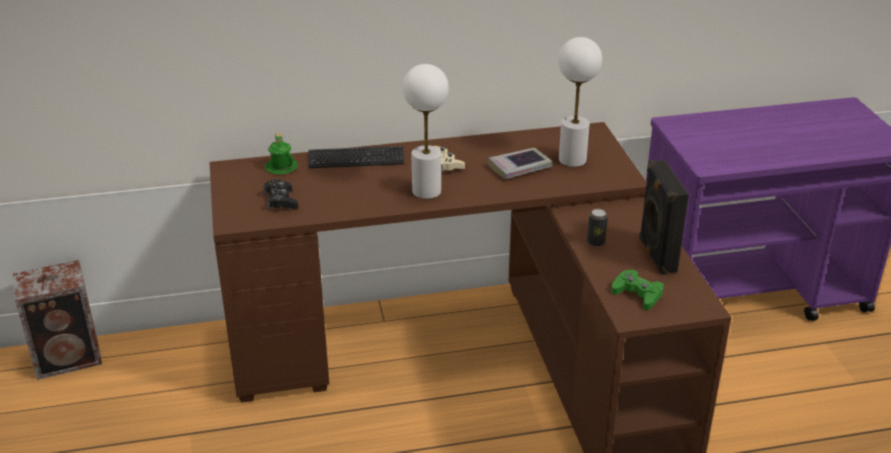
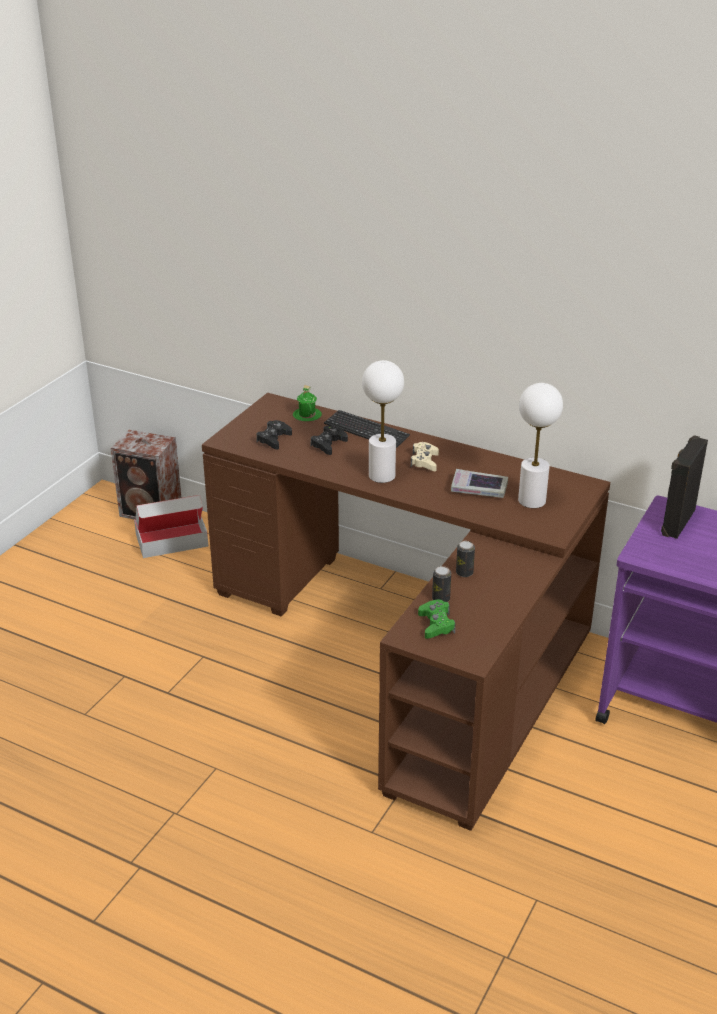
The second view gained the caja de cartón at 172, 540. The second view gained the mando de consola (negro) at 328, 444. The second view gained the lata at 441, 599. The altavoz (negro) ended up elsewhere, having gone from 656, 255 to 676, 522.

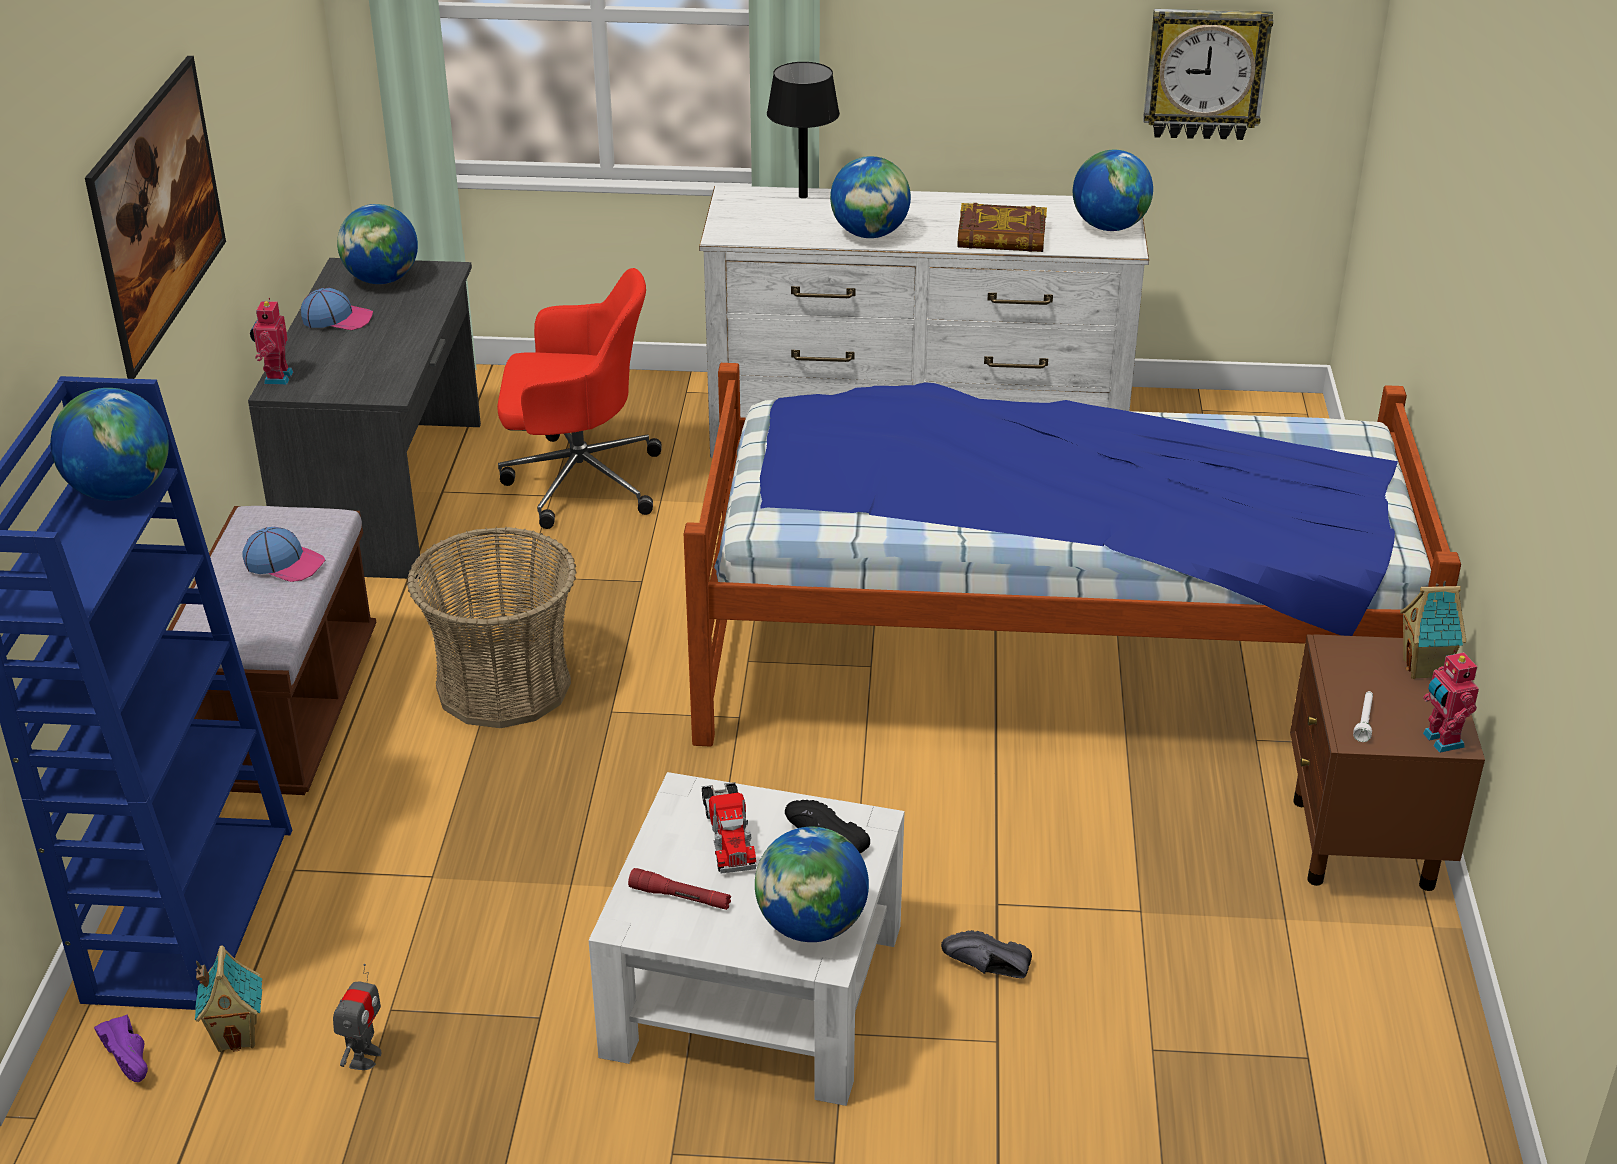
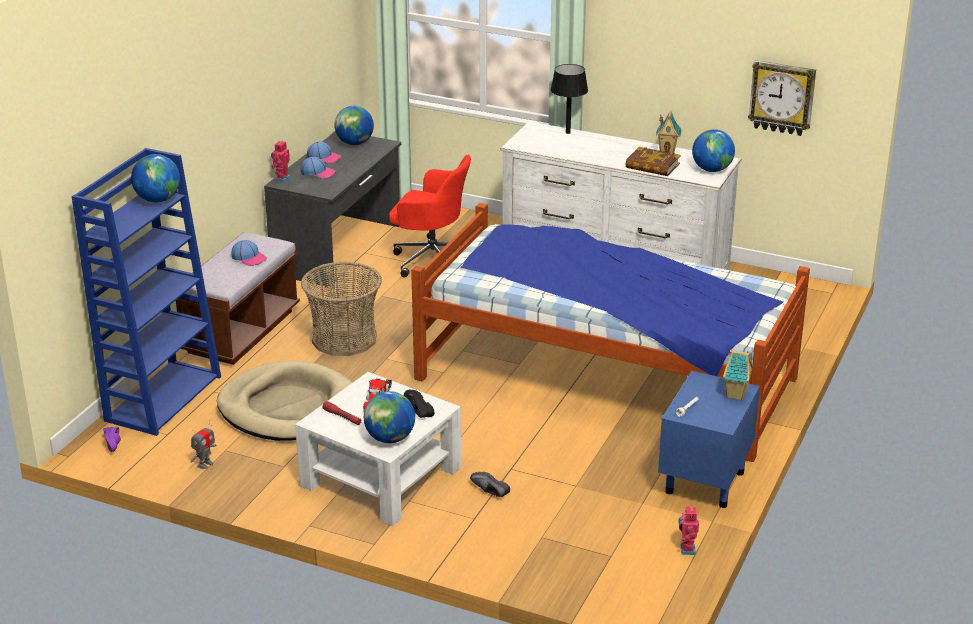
The second view gained the cama para perro (beis) at 288, 407. The second view gained the gorra at 318, 172. The casita ended up elsewhere, having gone from 238, 1035 to 667, 151. What was the mesita de noche (marrón) at 1363, 845 turned into the mesita de noche (azul) at 704, 483. The robot de juguete ended up elsewhere, having gone from 1440, 741 to 686, 549. The second view lost the cuadro at 167, 260. The second view lost the globo terráqueo at 870, 234.

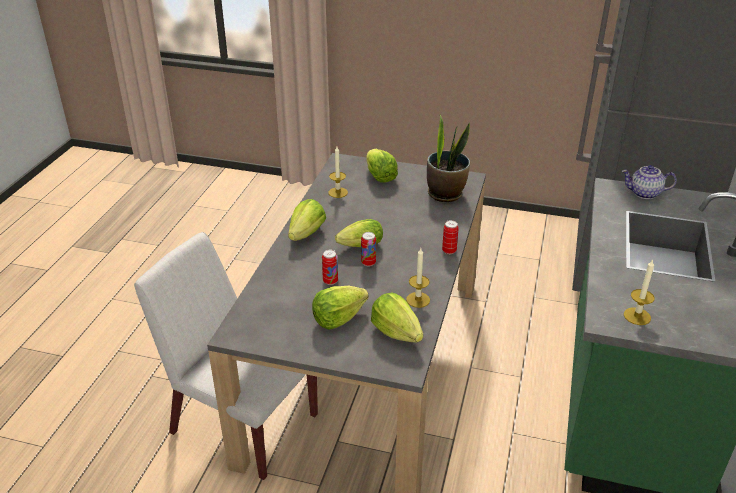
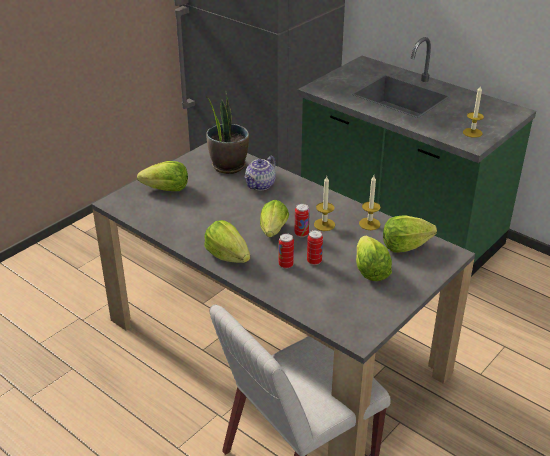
The tetera ended up elsewhere, having gone from 644, 194 to 261, 185. The lata ended up elsewhere, having gone from 449, 251 to 286, 265. The vela ended up elsewhere, having gone from 338, 192 to 324, 224.

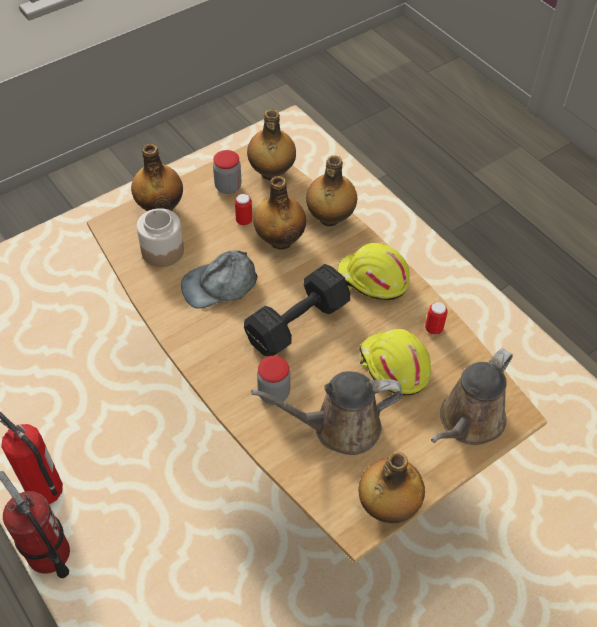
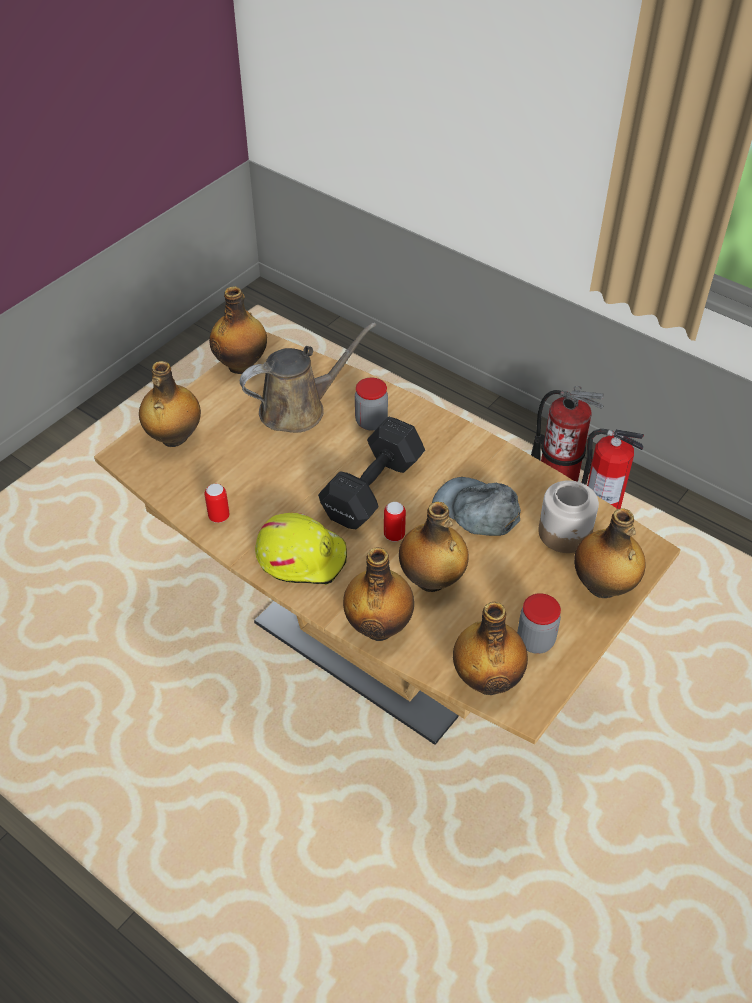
Where the regadera (marrón) stood at 468, 422, the botella came to stand at 173, 438. The lata ended up elsewhere, having gone from 244, 221 to 394, 535. The gorra (gris) at 220, 284 ended up facing another way, 105 degrees counterclockwise from before. The second view lost the casco (amarillo) at 393, 366.

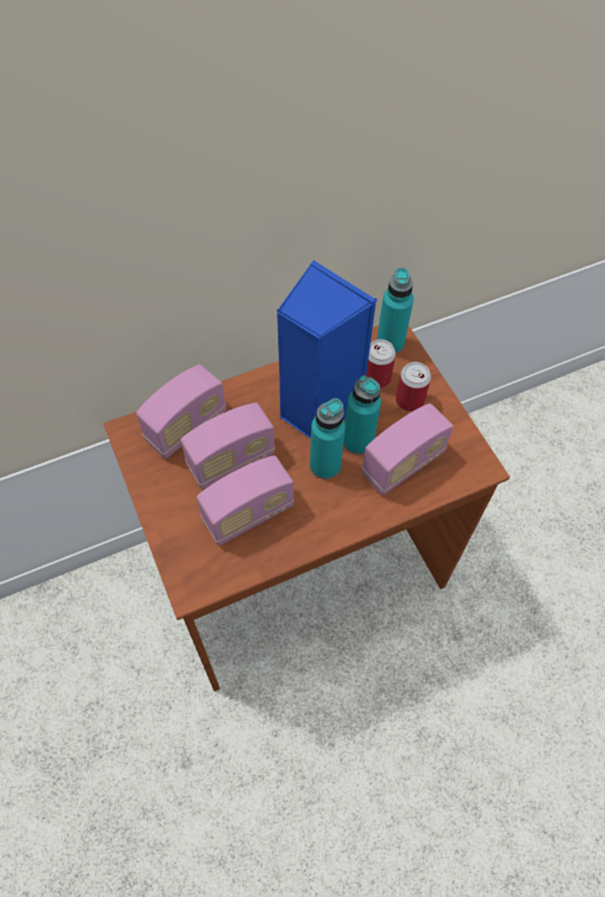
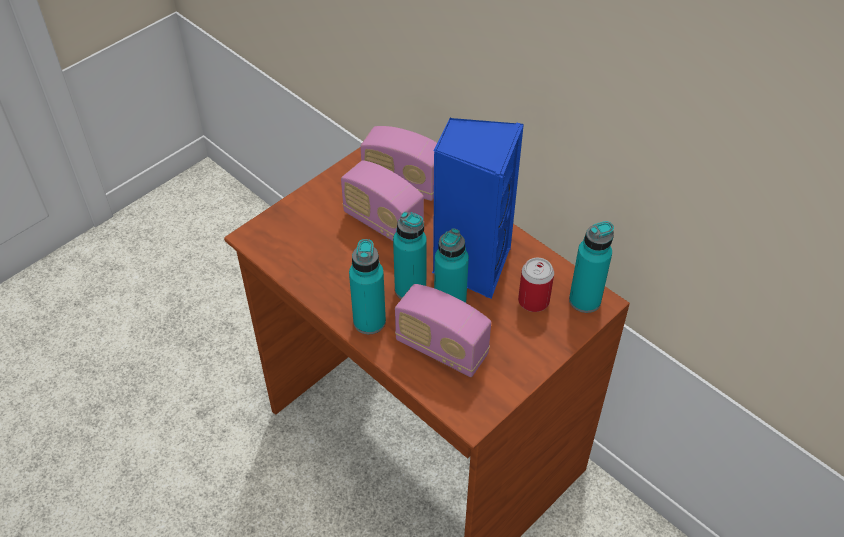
The second view gained the botella (turquesa) at 369, 321. The second view lost the radio at 248, 514. The second view lost the lata at 409, 400.

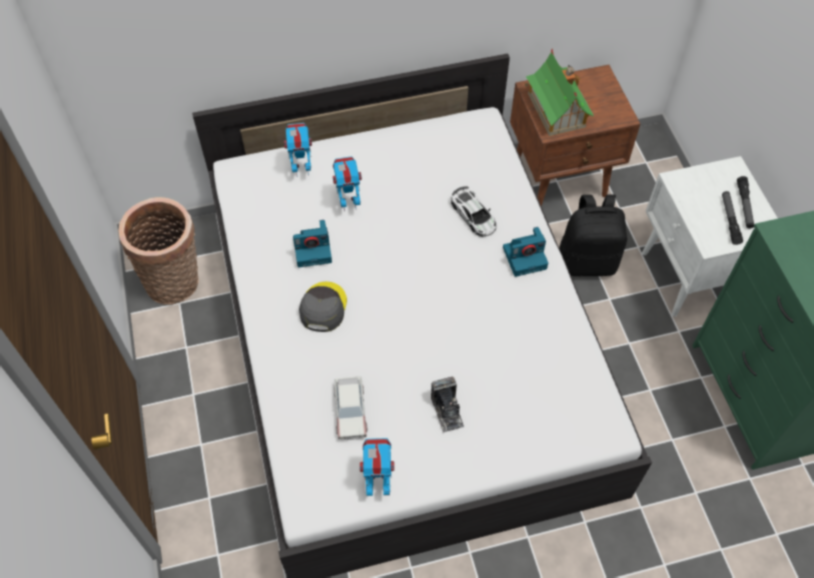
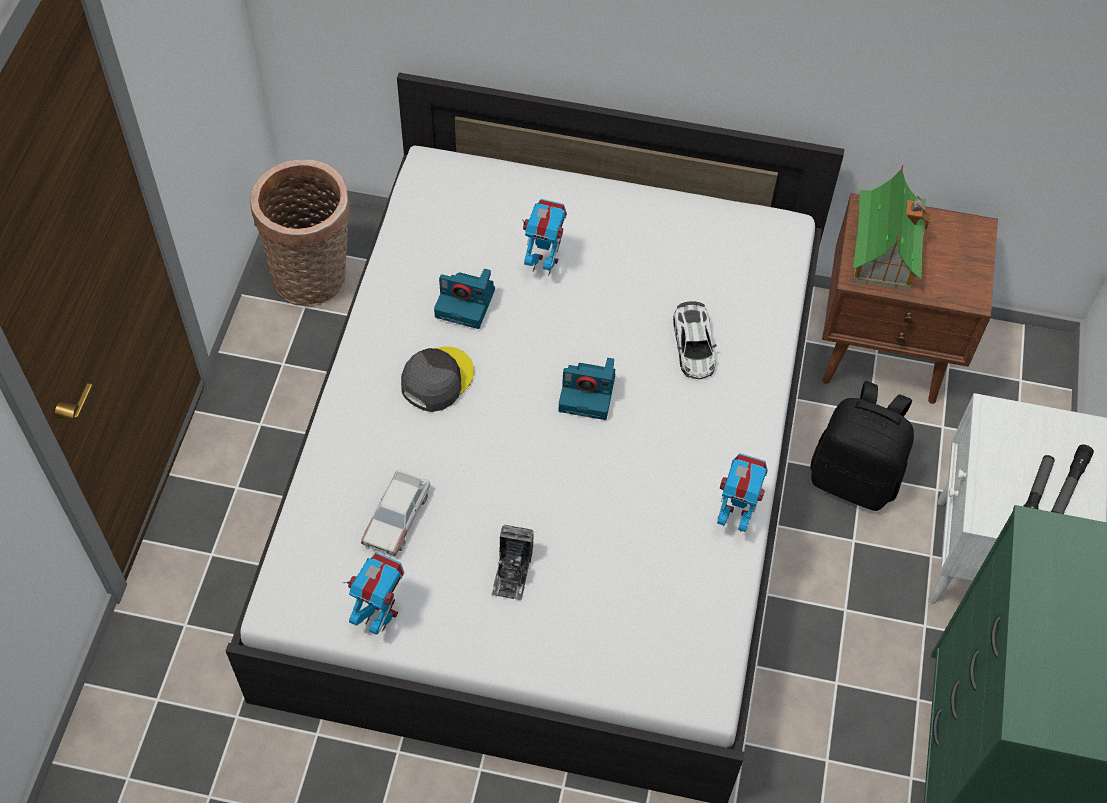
The cámara ended up elsewhere, having gone from 525, 257 to 588, 393. The robot de juguete ended up elsewhere, having gone from 302, 169 to 735, 518.

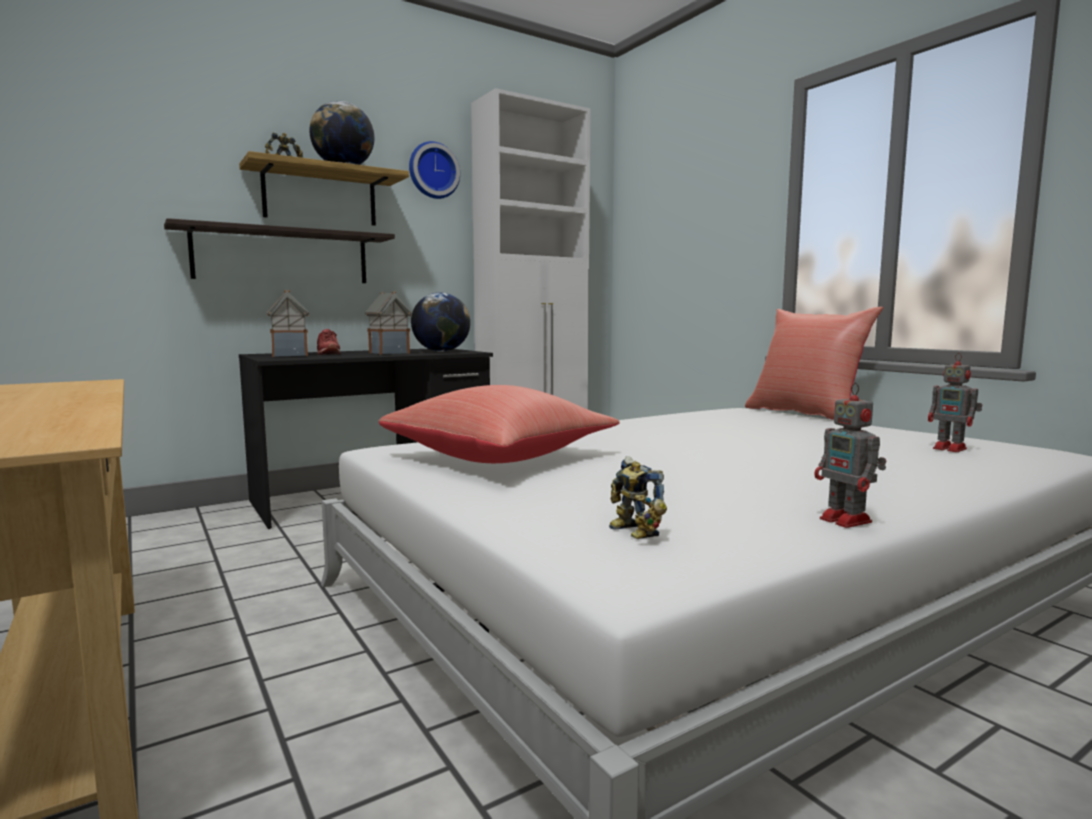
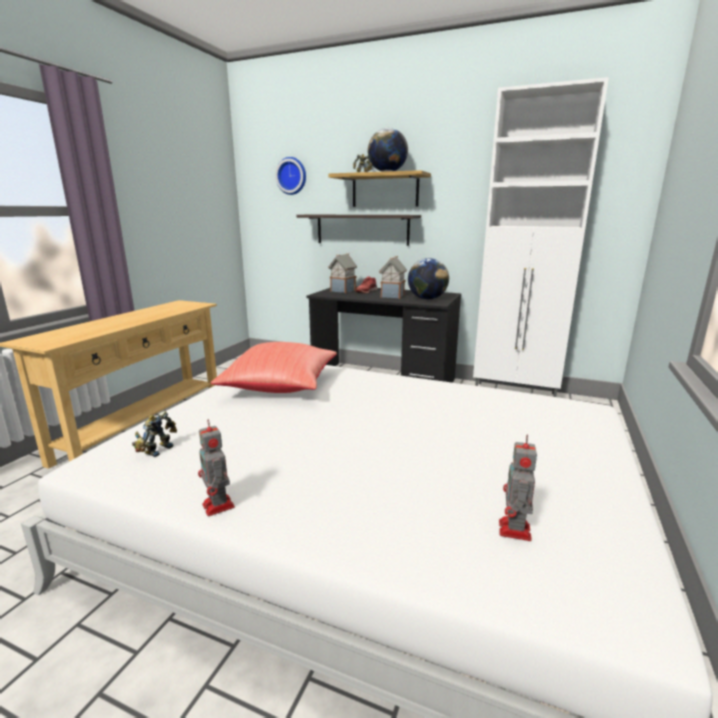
The robot de juguete at 847, 521 ended up facing another way, 60 degrees counterclockwise from before. The reloj de pared ended up elsewhere, having gone from 433, 171 to 292, 176. The second view lost the cojín (rojo) at 805, 414.

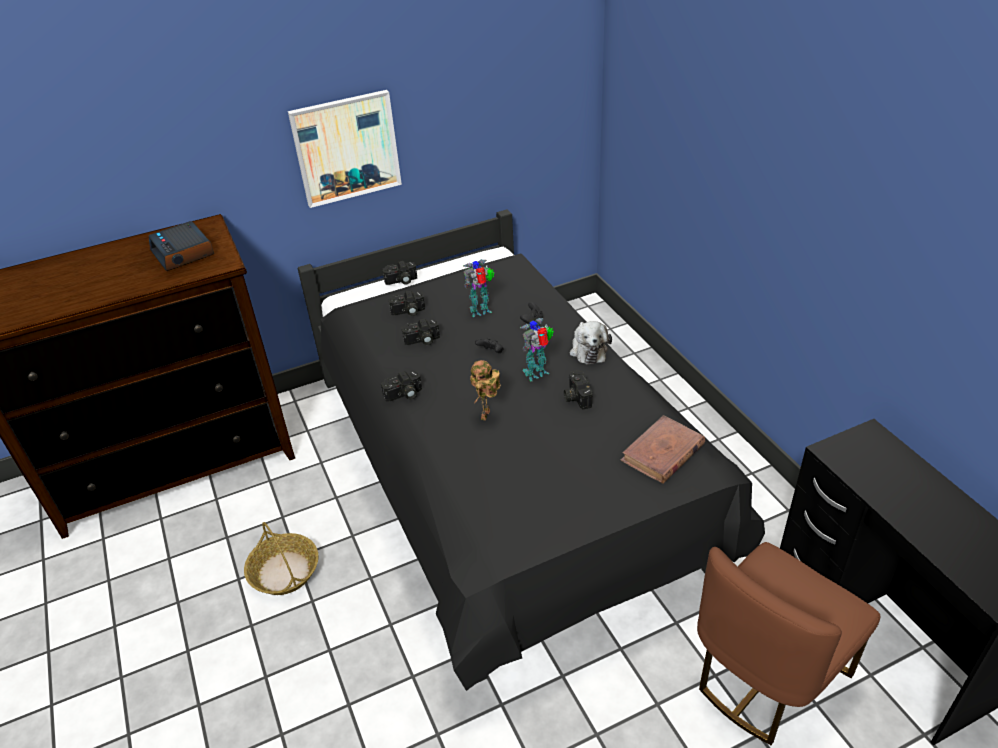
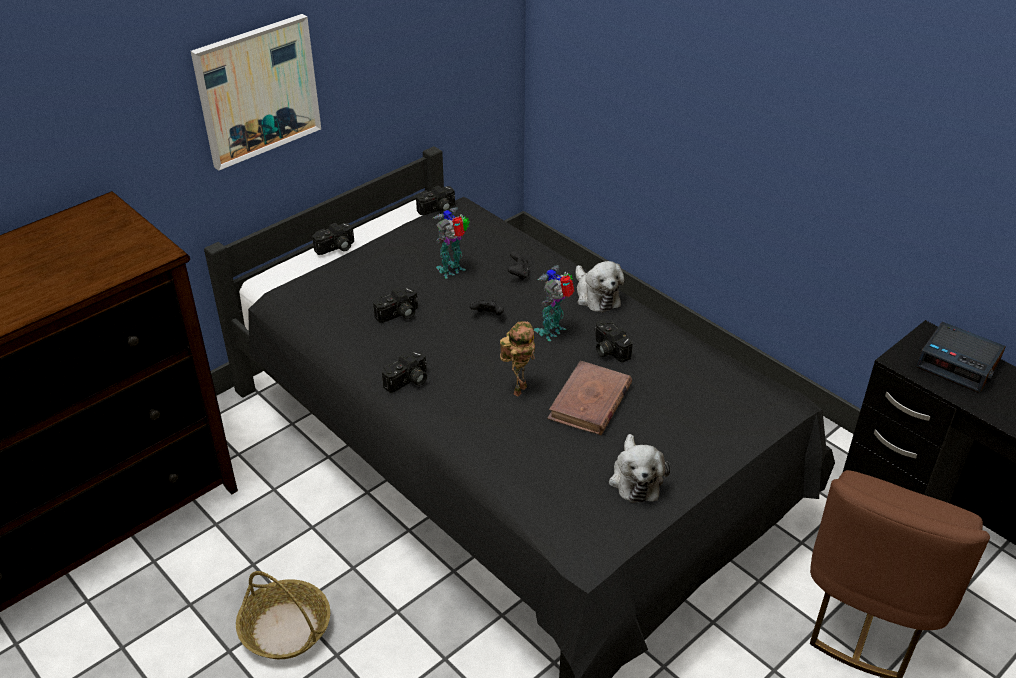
The cámara ended up elsewhere, having gone from 408, 312 to 438, 210. The robot de juguete at 487, 416 ended up facing another way, 150 degrees counterclockwise from before. The libro (marrón) ended up elsewhere, having gone from 662, 453 to 590, 402. The second view gained the peluche at 635, 478. The despertador ended up elsewhere, having gone from 183, 253 to 959, 364.

